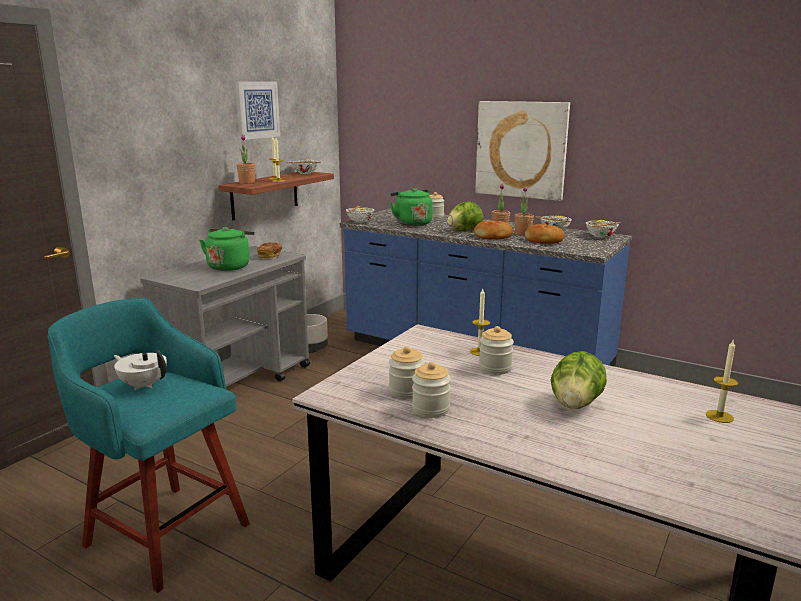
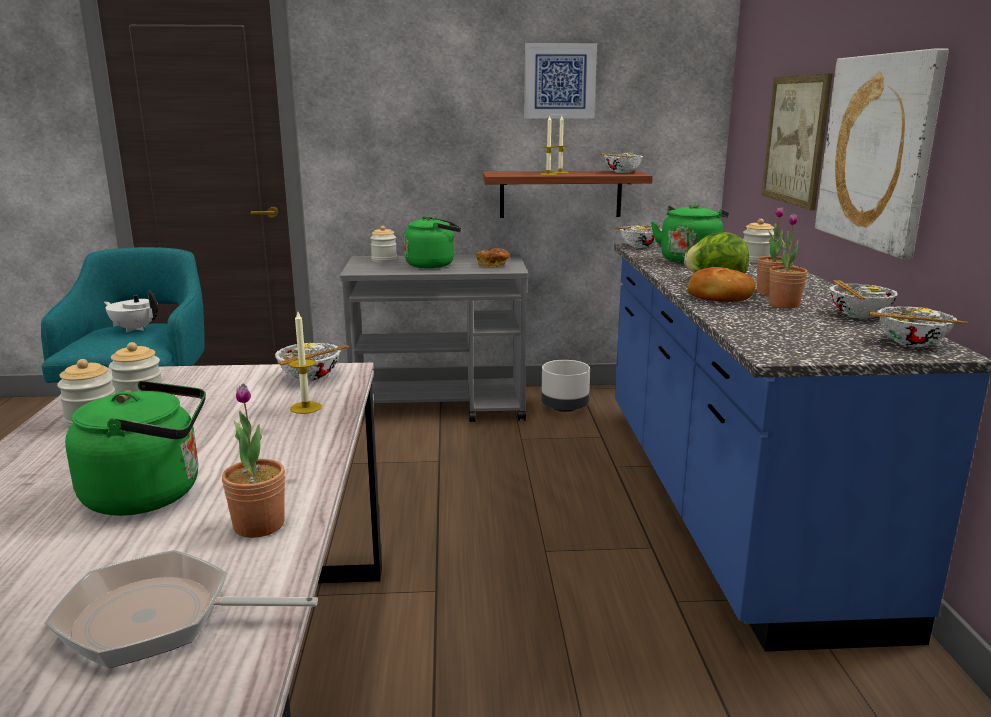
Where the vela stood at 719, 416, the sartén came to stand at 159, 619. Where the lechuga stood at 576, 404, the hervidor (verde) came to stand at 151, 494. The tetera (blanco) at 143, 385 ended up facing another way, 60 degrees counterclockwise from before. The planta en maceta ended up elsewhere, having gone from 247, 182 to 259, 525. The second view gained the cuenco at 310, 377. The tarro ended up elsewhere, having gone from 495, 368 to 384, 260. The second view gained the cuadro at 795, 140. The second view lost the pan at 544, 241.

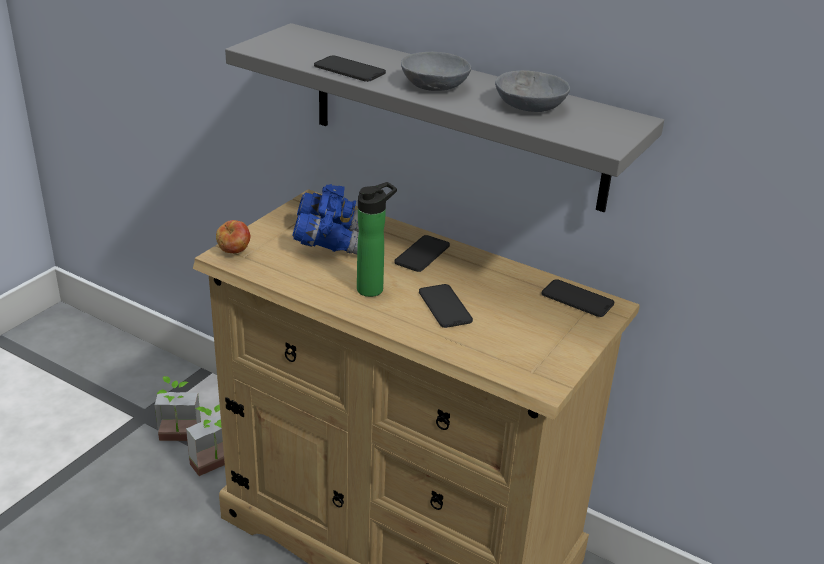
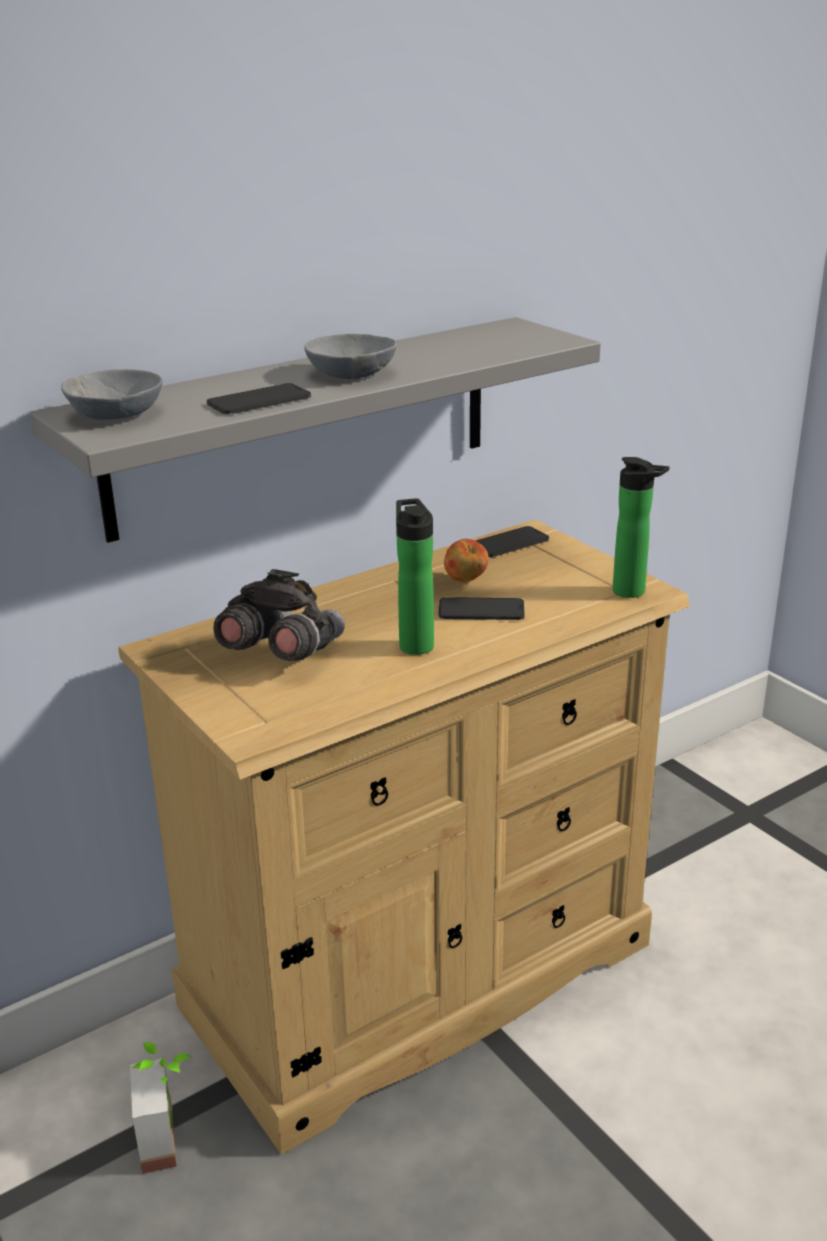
The cuenco (gris) ended up elsewhere, having gone from 529, 106 to 117, 415. What was the prismáticos (azul) at 331, 242 turned into the prismáticos (gris) at 281, 652. The manzana ended up elsewhere, having gone from 234, 252 to 465, 580. The second view gained the botella at 633, 592. The second view lost the planta en maceta at 179, 439. The second view lost the móvil at 422, 254.

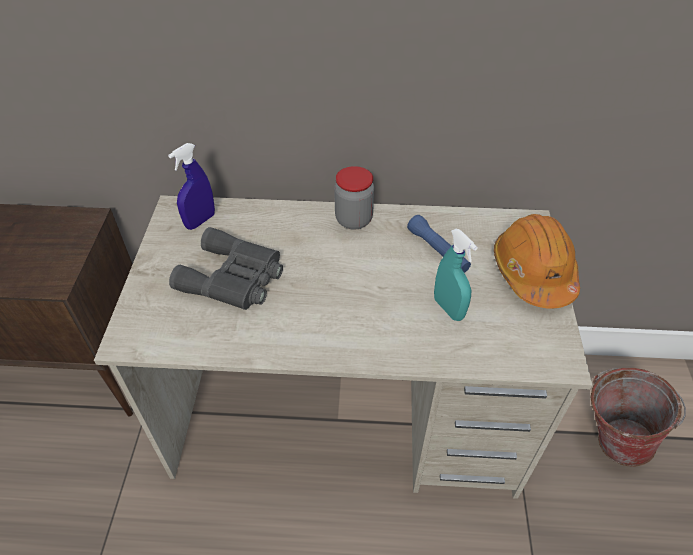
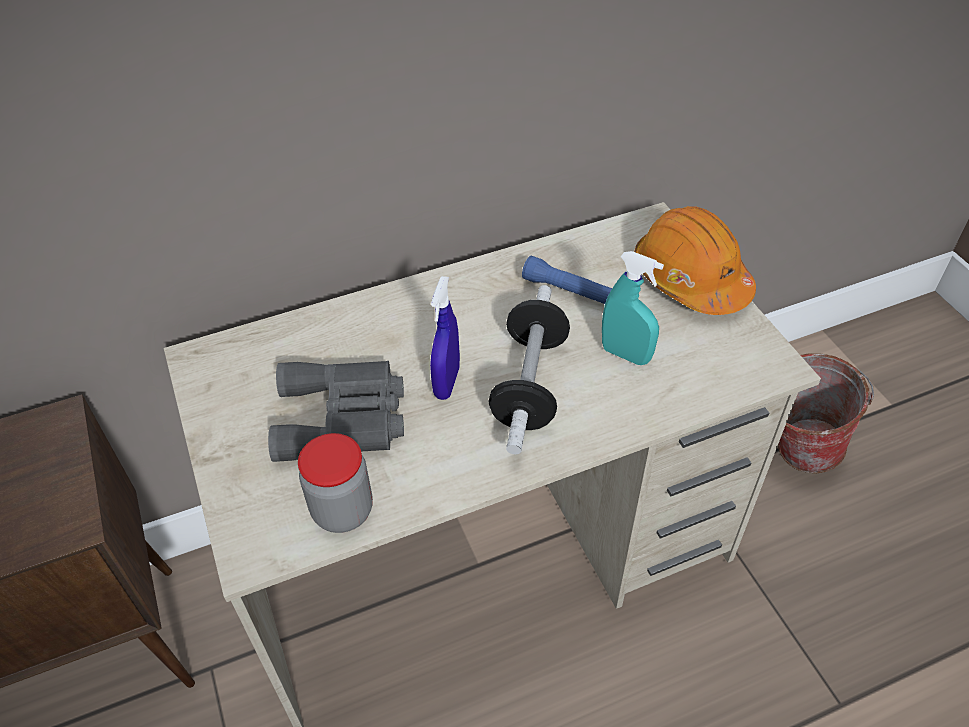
The tarro ended up elsewhere, having gone from 353, 220 to 342, 511. The pulverizador (azul) ended up elsewhere, having gone from 200, 221 to 447, 382. The second view gained the mancuerna at 529, 384.

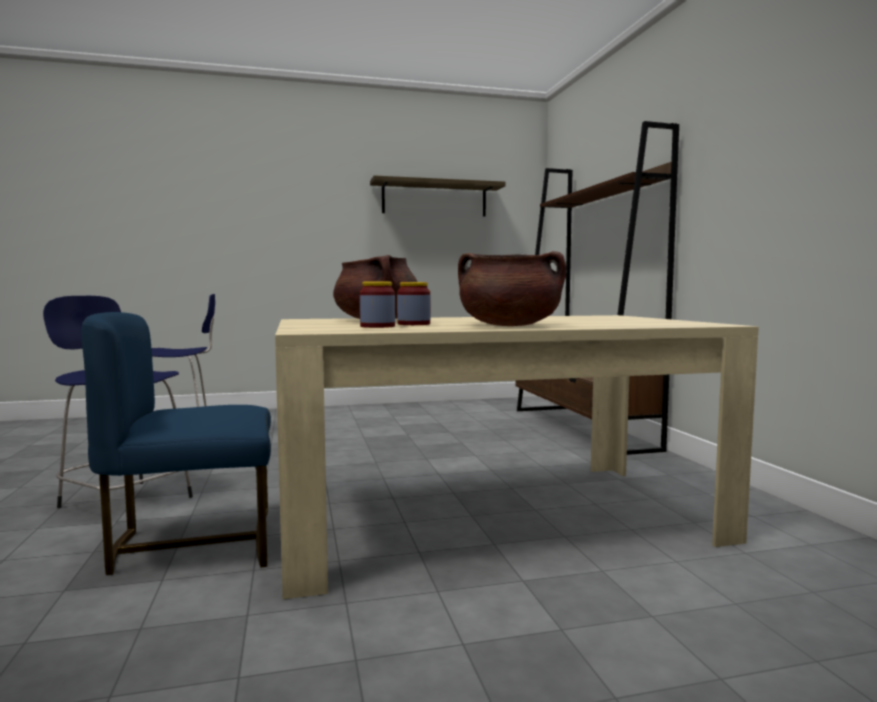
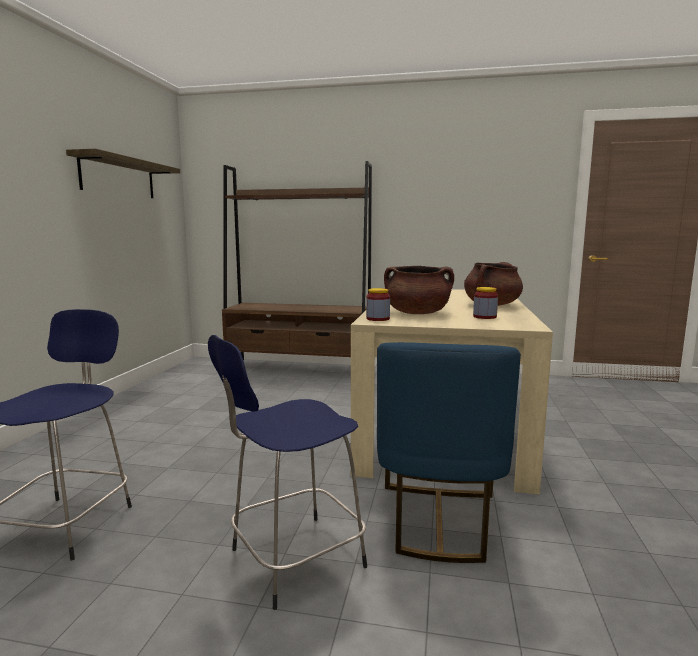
The tarro ended up elsewhere, having gone from 413, 324 to 378, 319.

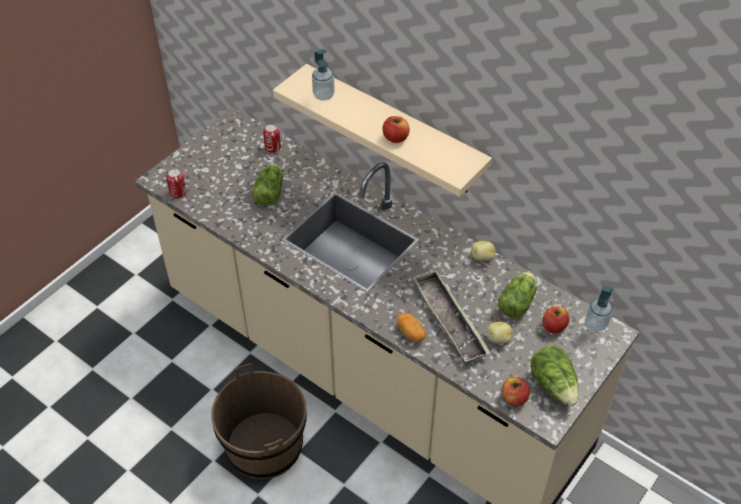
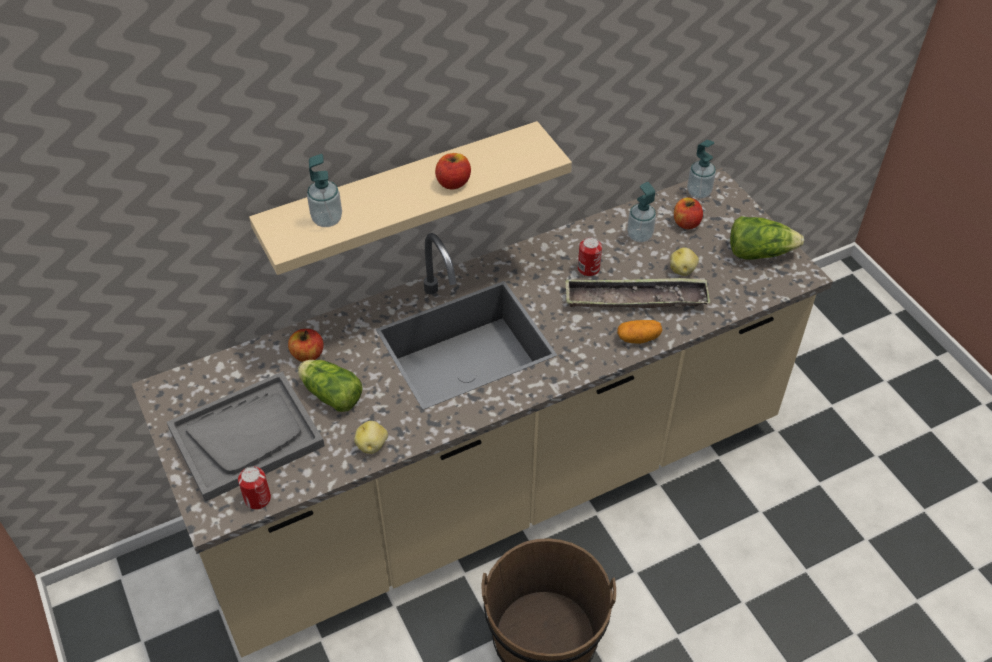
The second view gained the bandeja (gris) at 246, 437. The manzana ended up elsewhere, having gone from 513, 398 to 307, 355. The patata ended up elsewhere, having gone from 482, 257 to 372, 445. The lata ended up elsewhere, having gone from 272, 148 to 588, 269. Where the lechuga stood at 518, 301, the dispensador de jabón came to stand at 639, 235.

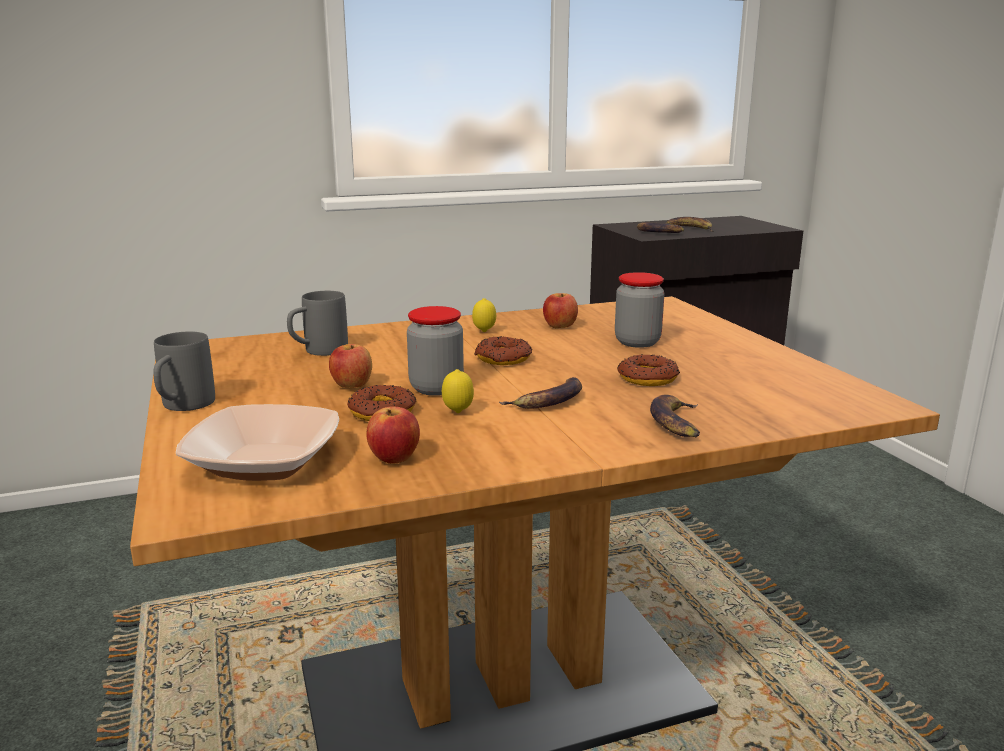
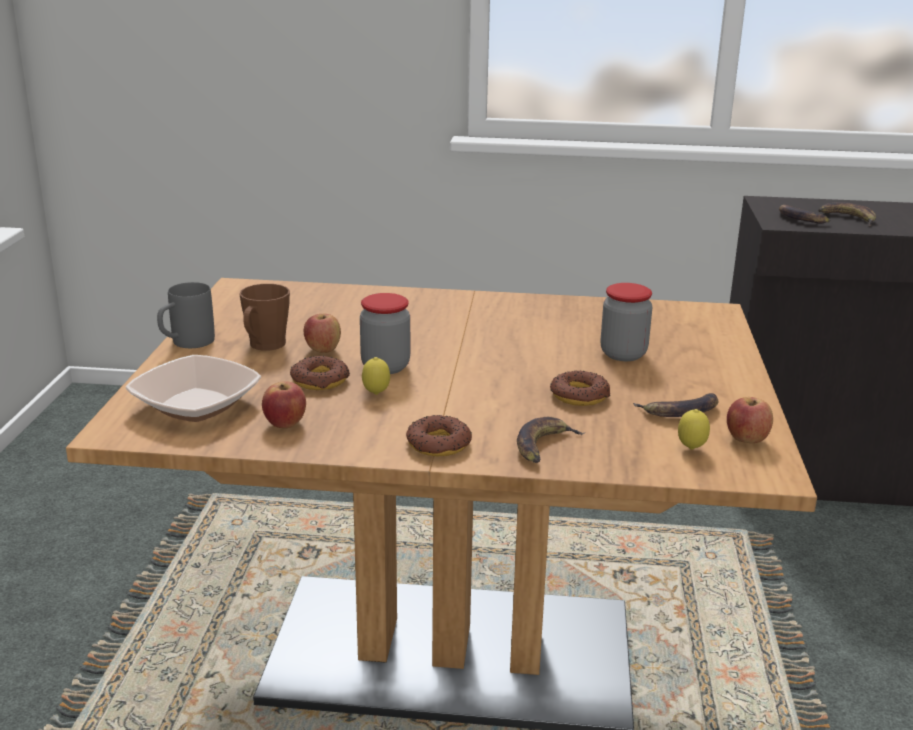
The second view gained the taza grande (marrón) at 264, 346. The rosquilla ended up elsewhere, having gone from 503, 358 to 438, 444. The plátano ended up elsewhere, having gone from 548, 400 to 680, 411. The limón ended up elsewhere, having gone from 484, 332 to 691, 449. The manzana ended up elsewhere, having gone from 559, 327 to 746, 439. The second view lost the taza grande (gris) at 318, 352.

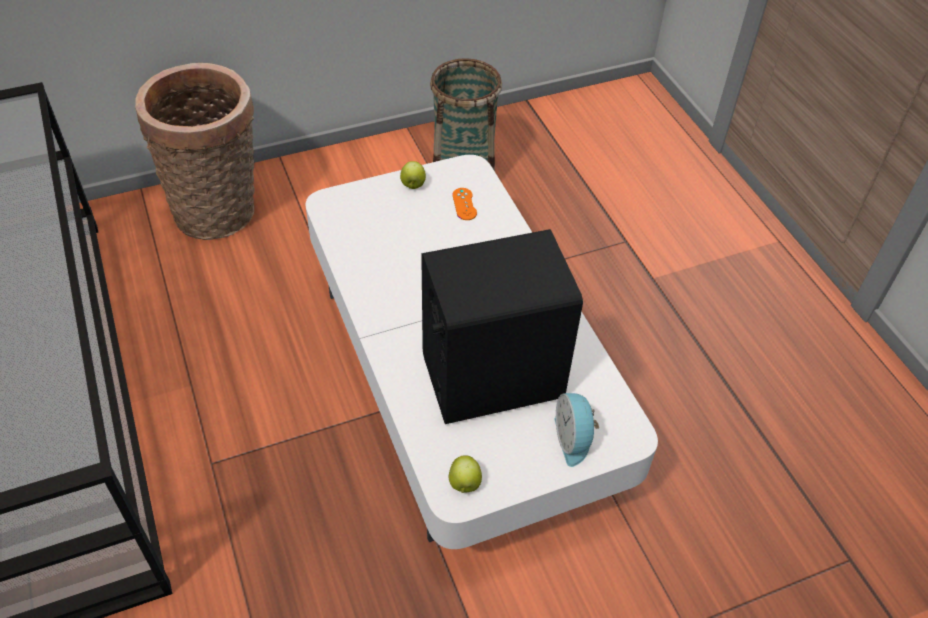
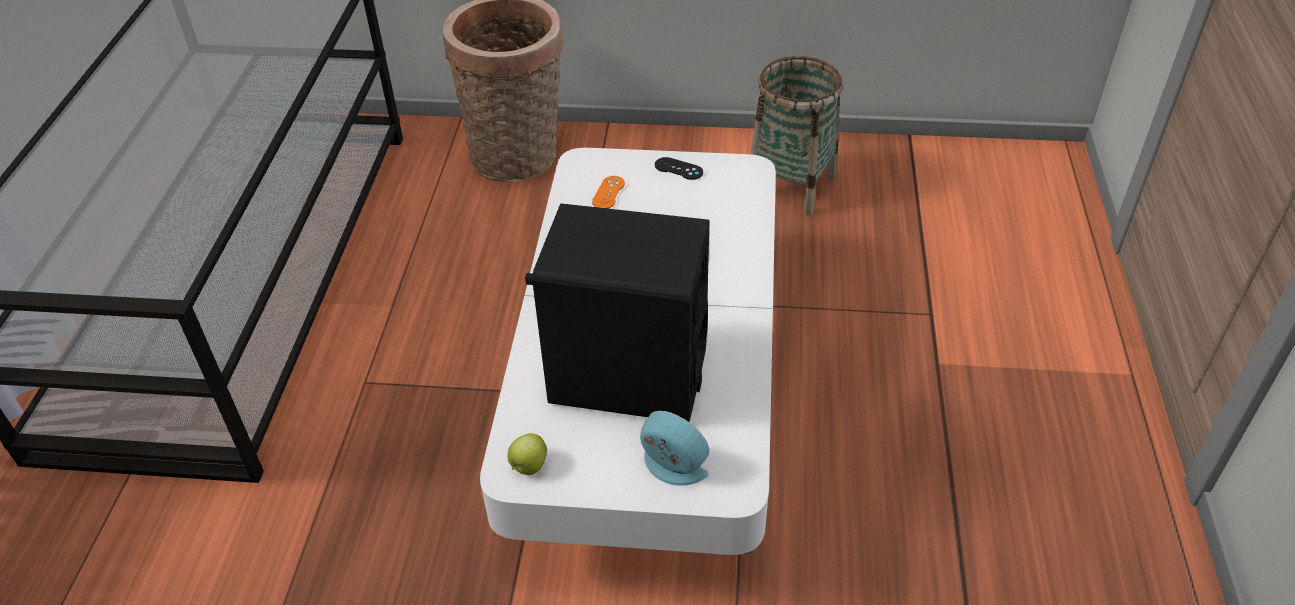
The mando de consola (naranja) ended up elsewhere, having gone from 464, 204 to 608, 193. The despertador at 573, 439 ended up facing another way, 105 degrees clockwise from before. Where the manzana stood at 413, 185, the mando de consola (negro) came to stand at 678, 169.

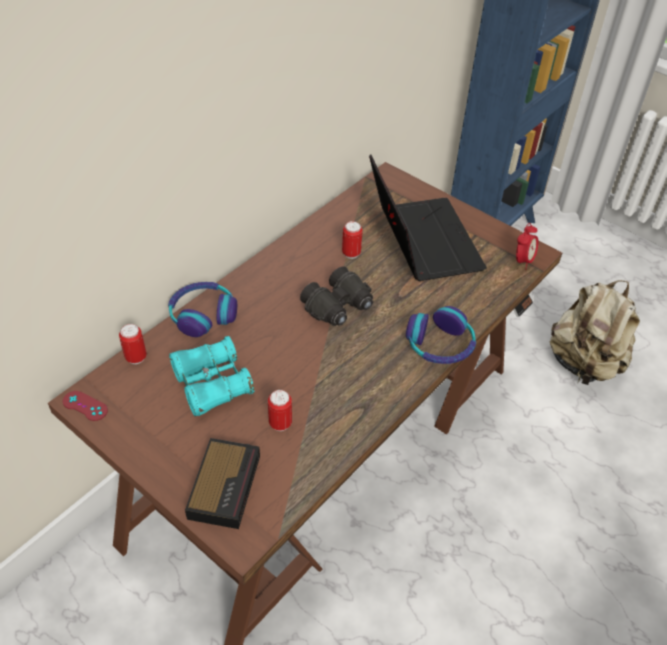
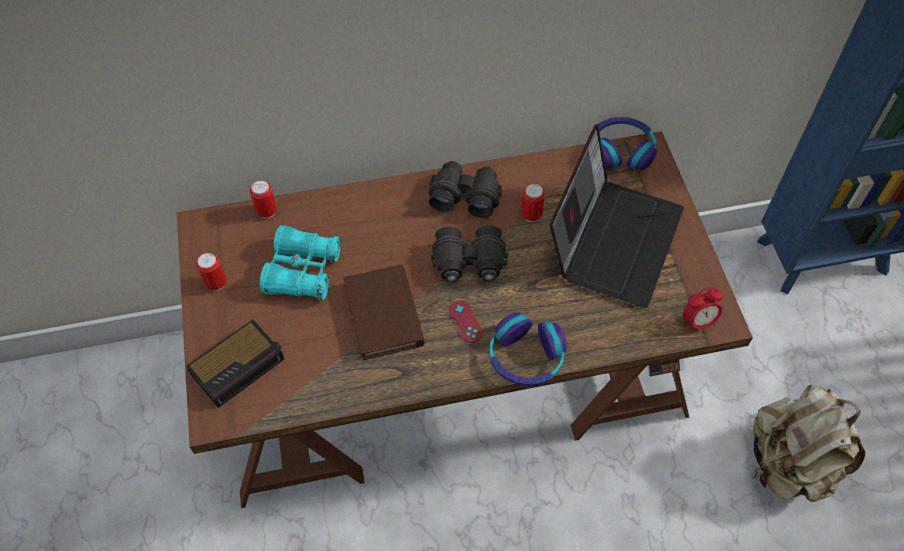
The lata ended up elsewhere, having gone from 280, 423 to 216, 283. The second view gained the libro (marrón) at 384, 314. The second view gained the prismáticos (negro) at 465, 196. The mando de consola (rojo) ended up elsewhere, having gone from 85, 406 to 465, 321. The auriculares ended up elsewhere, having gone from 203, 314 to 621, 150.

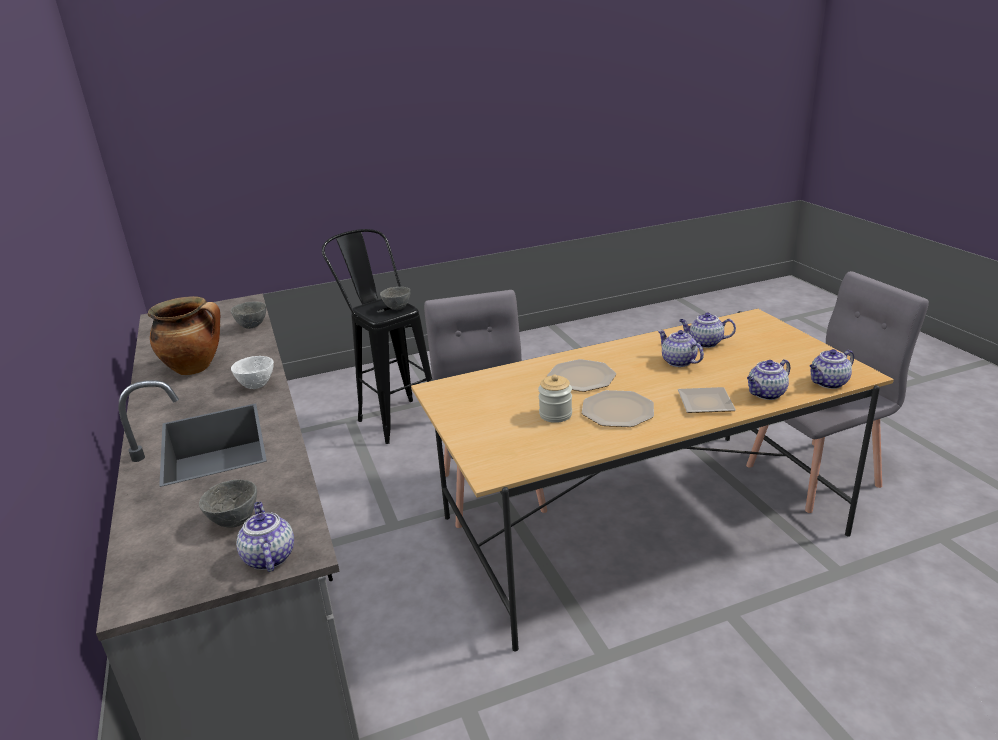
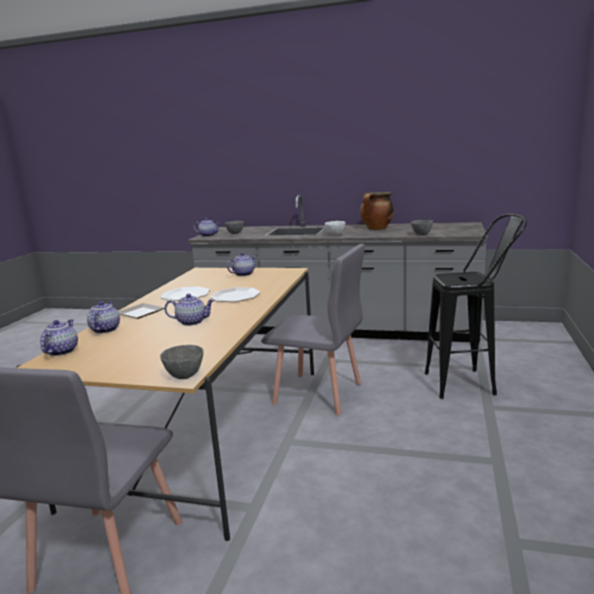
The cuenco (gris) ended up elsewhere, having gone from 397, 308 to 184, 376. The tetera ended up elsewhere, having gone from 705, 343 to 244, 274. The second view lost the tarro at 555, 414.

